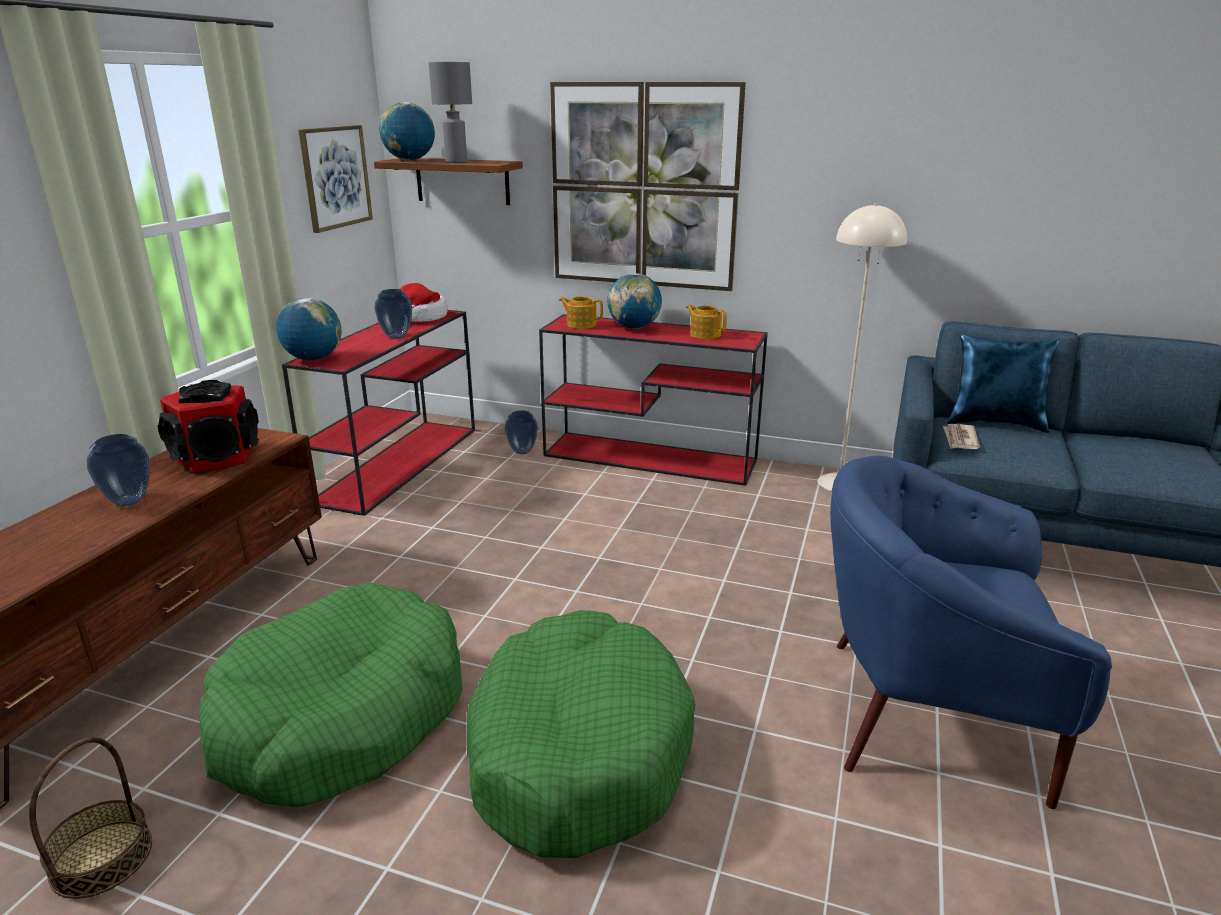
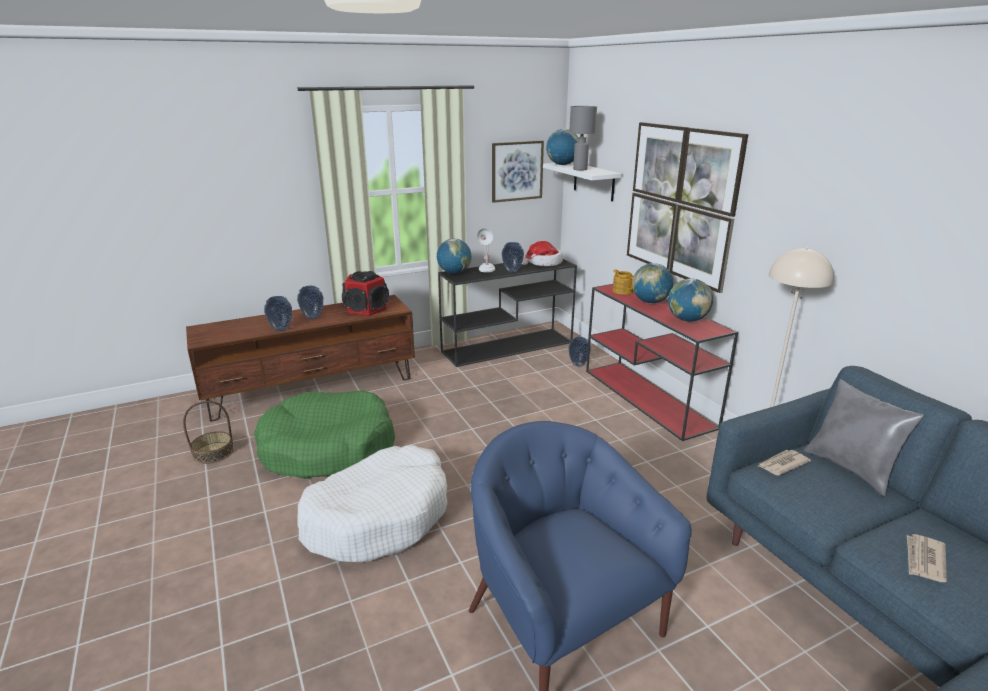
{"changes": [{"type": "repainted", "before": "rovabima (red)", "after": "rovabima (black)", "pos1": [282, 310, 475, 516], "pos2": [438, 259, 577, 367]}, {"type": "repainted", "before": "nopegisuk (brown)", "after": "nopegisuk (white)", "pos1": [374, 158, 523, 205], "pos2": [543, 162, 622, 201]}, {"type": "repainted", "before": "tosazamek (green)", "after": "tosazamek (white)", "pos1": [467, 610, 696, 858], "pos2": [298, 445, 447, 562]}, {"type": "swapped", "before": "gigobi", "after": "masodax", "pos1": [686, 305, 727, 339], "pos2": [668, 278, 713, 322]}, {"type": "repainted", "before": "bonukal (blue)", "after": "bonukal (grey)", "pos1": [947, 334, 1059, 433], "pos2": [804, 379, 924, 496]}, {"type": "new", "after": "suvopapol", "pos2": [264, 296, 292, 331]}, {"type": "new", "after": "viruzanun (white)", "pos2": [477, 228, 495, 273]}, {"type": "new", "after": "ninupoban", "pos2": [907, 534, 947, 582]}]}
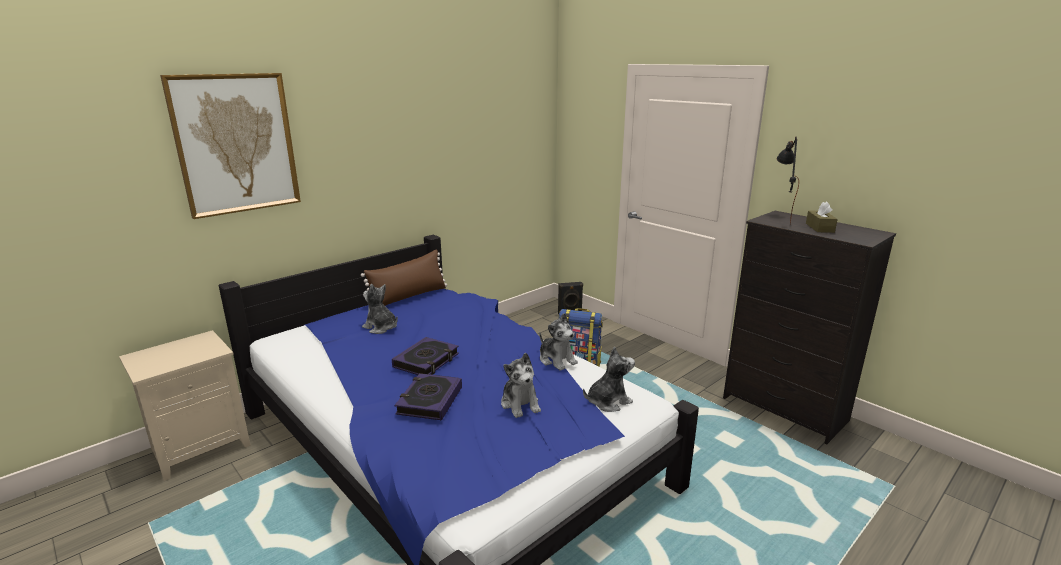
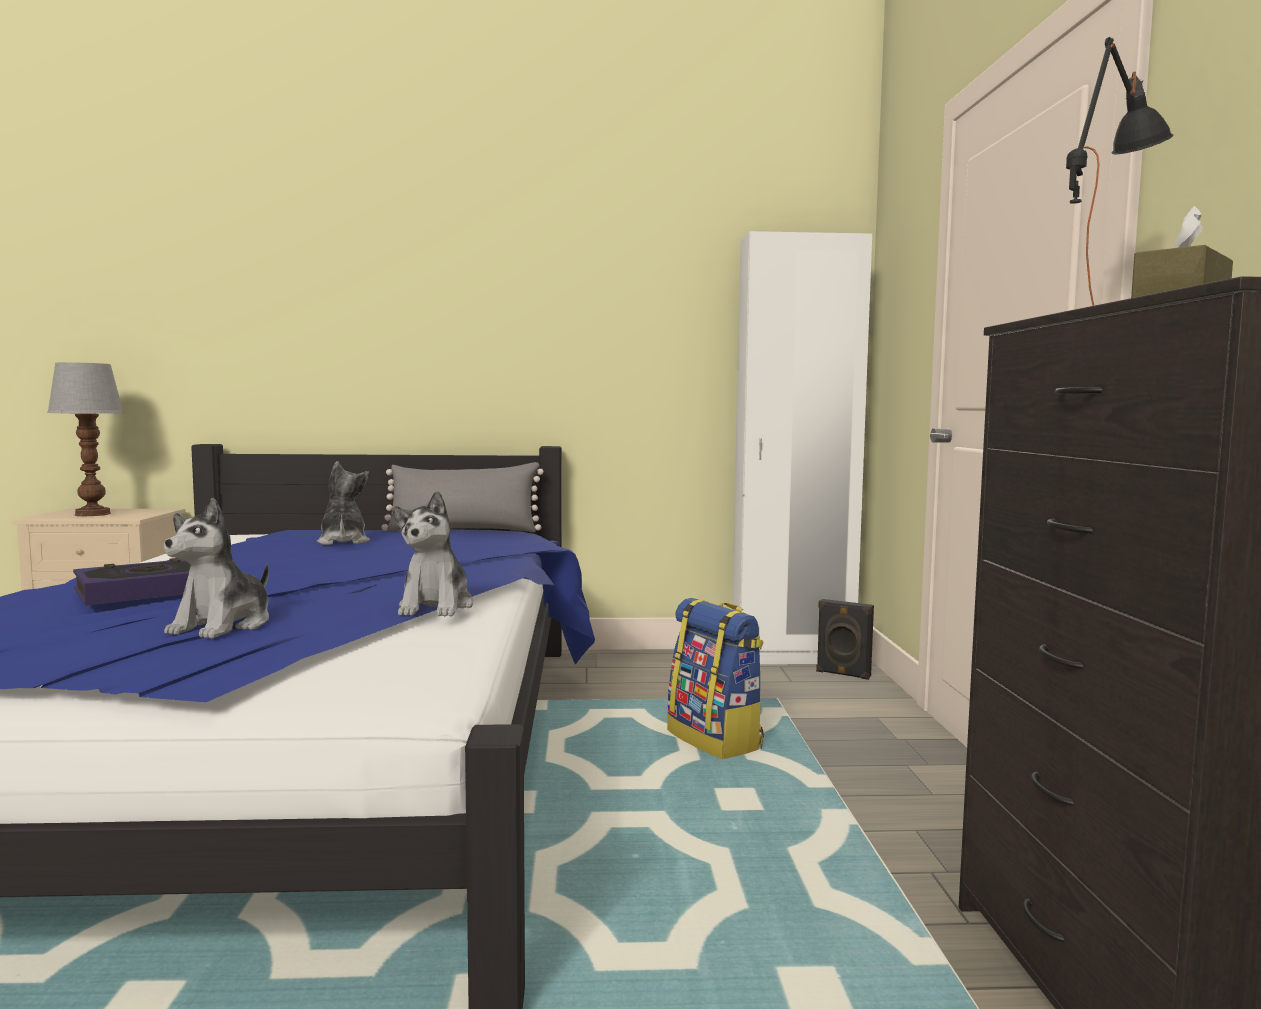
{"changes": [{"type": "gone", "before": "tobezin", "pos1": [160, 73, 301, 219]}, {"type": "repainted", "before": "bonukal (brown)", "after": "bonukal (grey)", "pos1": [361, 250, 447, 306], "pos2": [381, 462, 544, 532]}, {"type": "gone", "before": "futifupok", "pos1": [392, 337, 459, 375]}, {"type": "gone", "before": "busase", "pos1": [583, 346, 635, 412]}, {"type": "new", "after": "viruzanun", "pos2": [47, 362, 124, 516]}, {"type": "new", "after": "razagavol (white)", "pos2": [732, 231, 872, 664]}]}
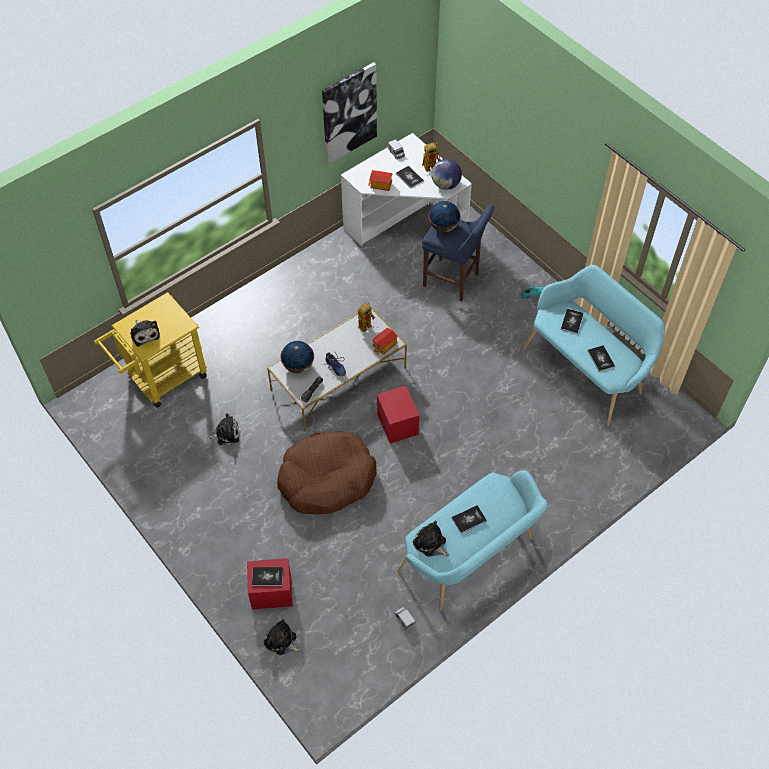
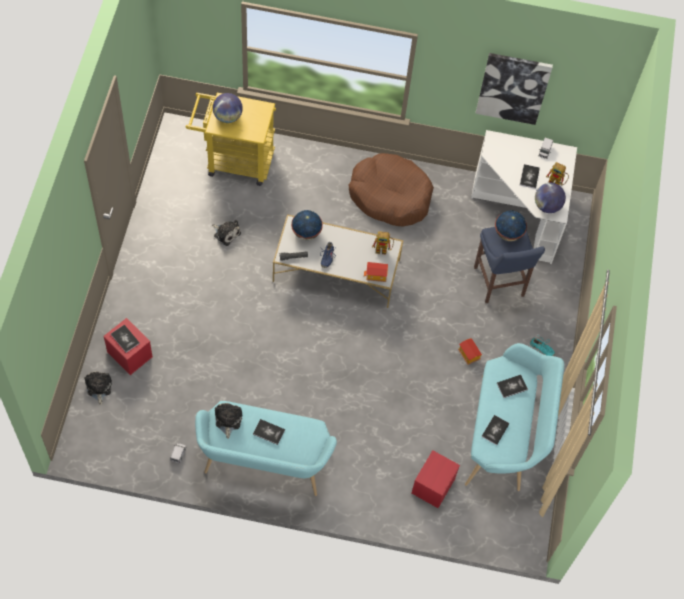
{"changes": [{"type": "swapped", "before": "busase", "after": "masodax", "pos1": [130, 320, 160, 347], "pos2": [213, 93, 243, 123]}, {"type": "shifted", "before": "tosazamek (brown)", "pos1": [277, 432, 377, 514], "pos2": [349, 153, 434, 226]}, {"type": "shifted", "before": "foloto", "pos1": [368, 170, 393, 191], "pos2": [458, 338, 482, 365]}, {"type": "shifted", "before": "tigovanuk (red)", "pos1": [377, 386, 420, 444], "pos2": [412, 450, 460, 508]}]}
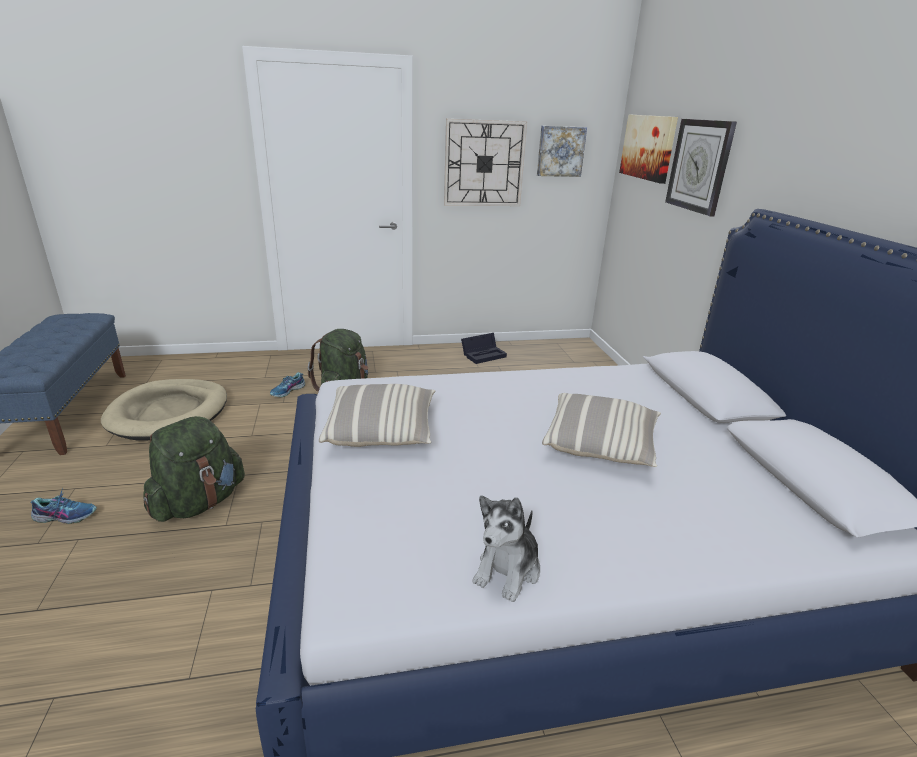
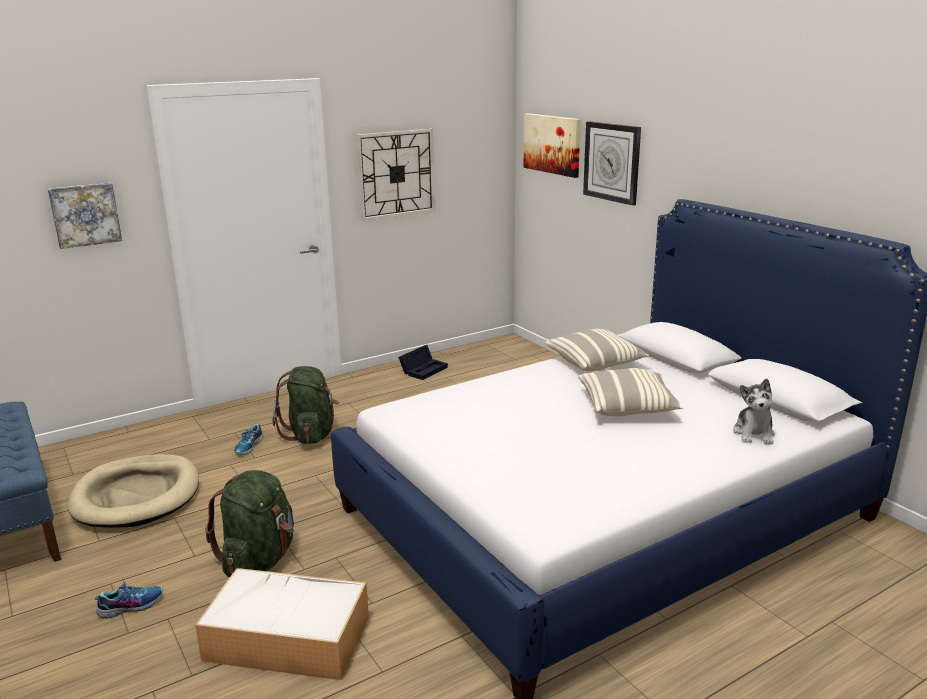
{"changes": [{"type": "shifted", "before": "bonukal", "pos1": [319, 384, 435, 447], "pos2": [545, 329, 649, 371]}, {"type": "shifted", "before": "busase", "pos1": [472, 495, 540, 602], "pos2": [733, 378, 775, 444]}, {"type": "shifted", "before": "tobezin", "pos1": [537, 126, 587, 177], "pos2": [48, 183, 122, 249]}, {"type": "new", "after": "tigovanuk", "pos2": [195, 568, 369, 680]}]}
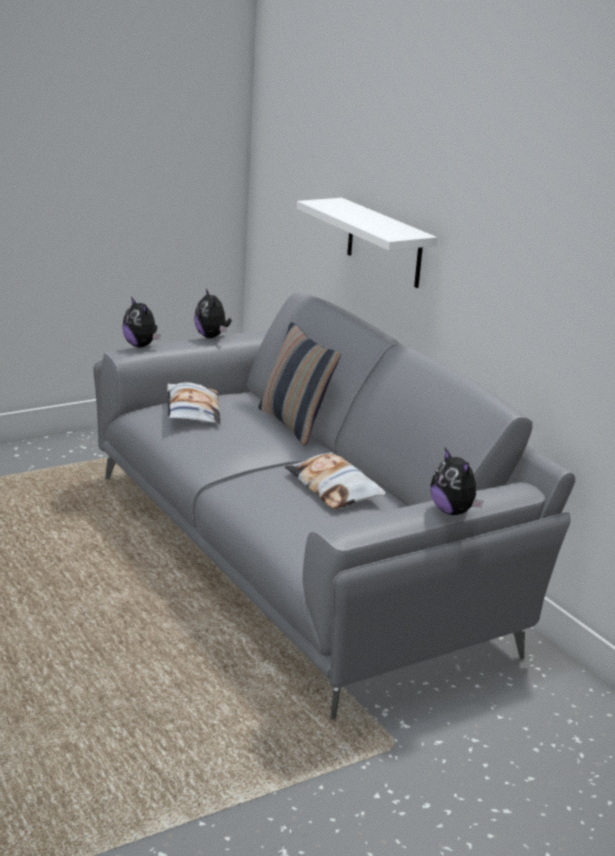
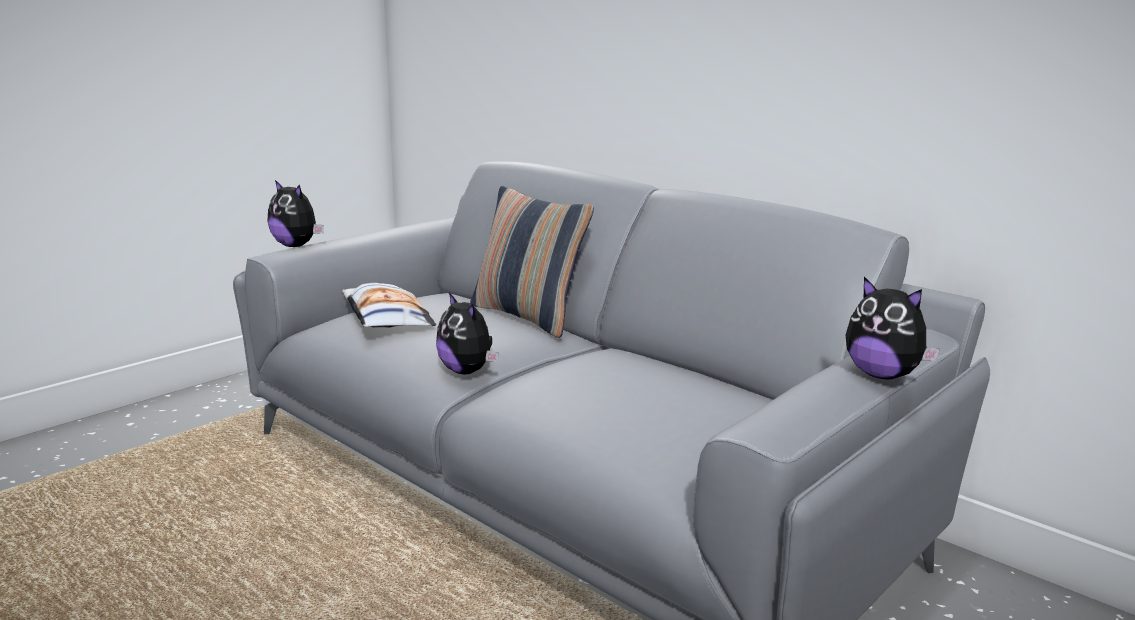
{"changes": [{"type": "shifted", "before": "busase", "pos1": [194, 289, 232, 338], "pos2": [436, 292, 498, 374]}, {"type": "gone", "before": "bonukal", "pos1": [285, 452, 386, 509]}, {"type": "gone", "before": "nopegisuk (white)", "pos1": [297, 198, 437, 288]}]}
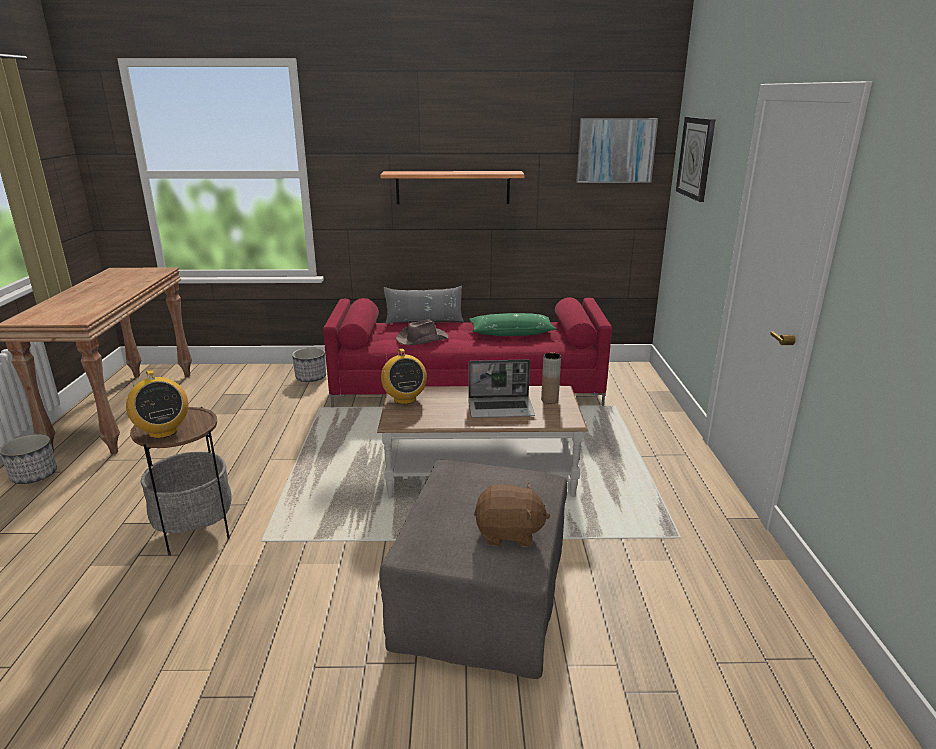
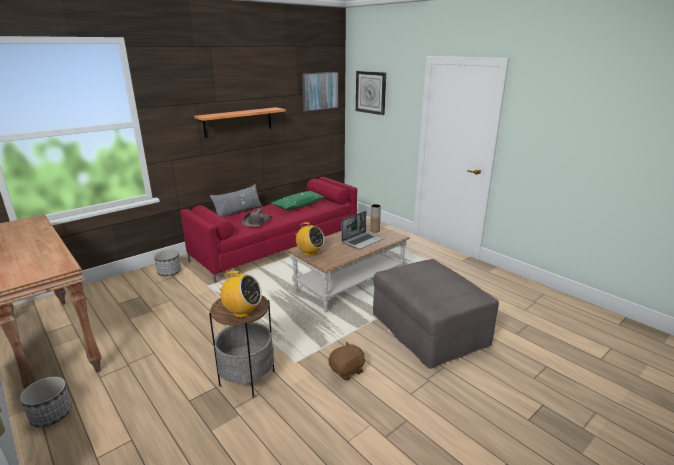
{"changes": [{"type": "shifted", "before": "busase (brown)", "pos1": [474, 483, 550, 547], "pos2": [328, 342, 365, 381]}]}
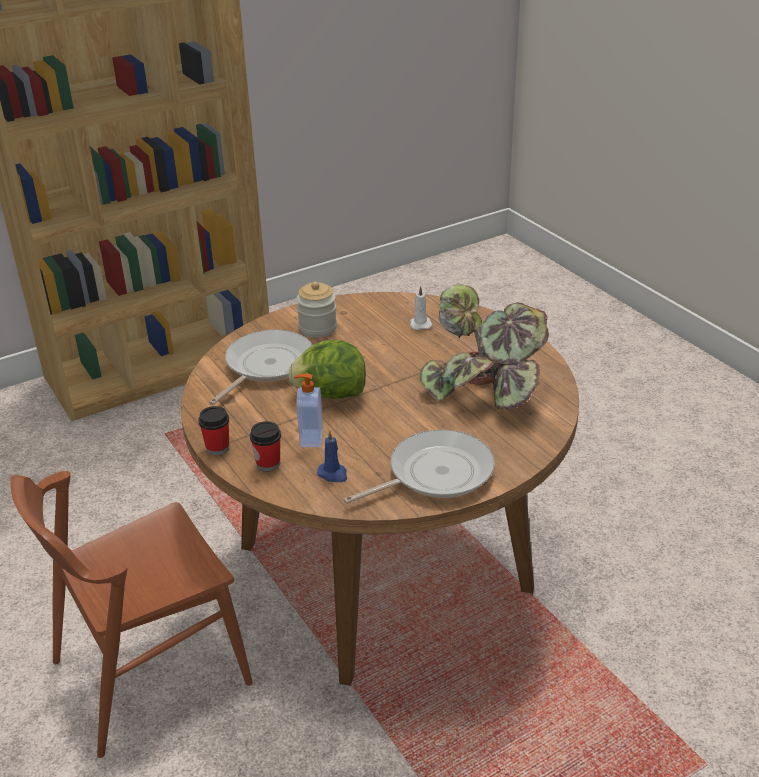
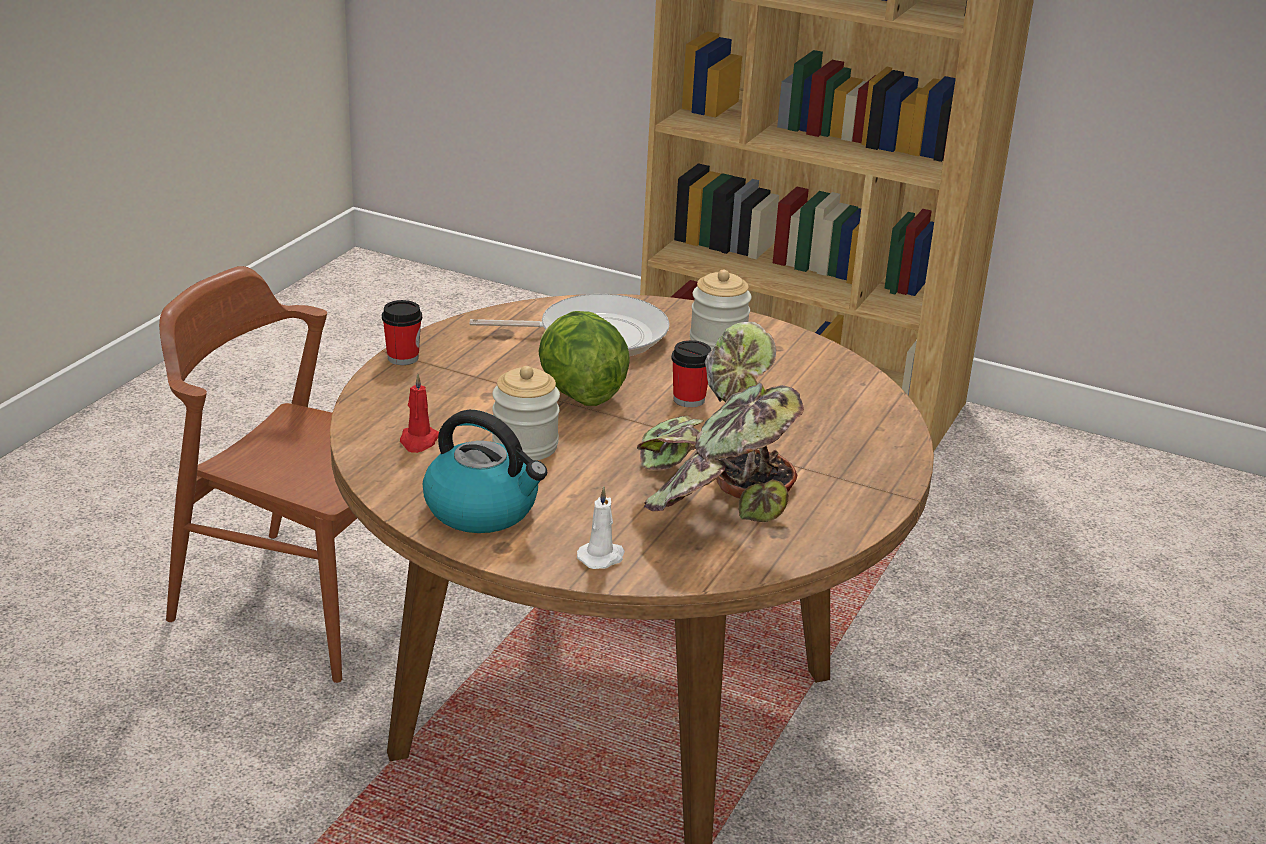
{"changes": [{"type": "shifted", "before": "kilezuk", "pos1": [250, 421, 281, 471], "pos2": [671, 340, 711, 408]}, {"type": "gone", "before": "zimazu", "pos1": [294, 374, 323, 447]}, {"type": "repainted", "before": "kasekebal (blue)", "after": "kasekebal (red)", "pos1": [317, 431, 347, 482], "pos2": [400, 374, 439, 453]}, {"type": "swapped", "before": "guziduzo", "after": "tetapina", "pos1": [343, 430, 495, 504], "pos2": [423, 410, 547, 533]}, {"type": "shifted", "before": "kasekebal (white)", "pos1": [410, 286, 432, 330], "pos2": [577, 487, 625, 569]}, {"type": "new", "after": "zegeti", "pos2": [492, 366, 560, 460]}]}
